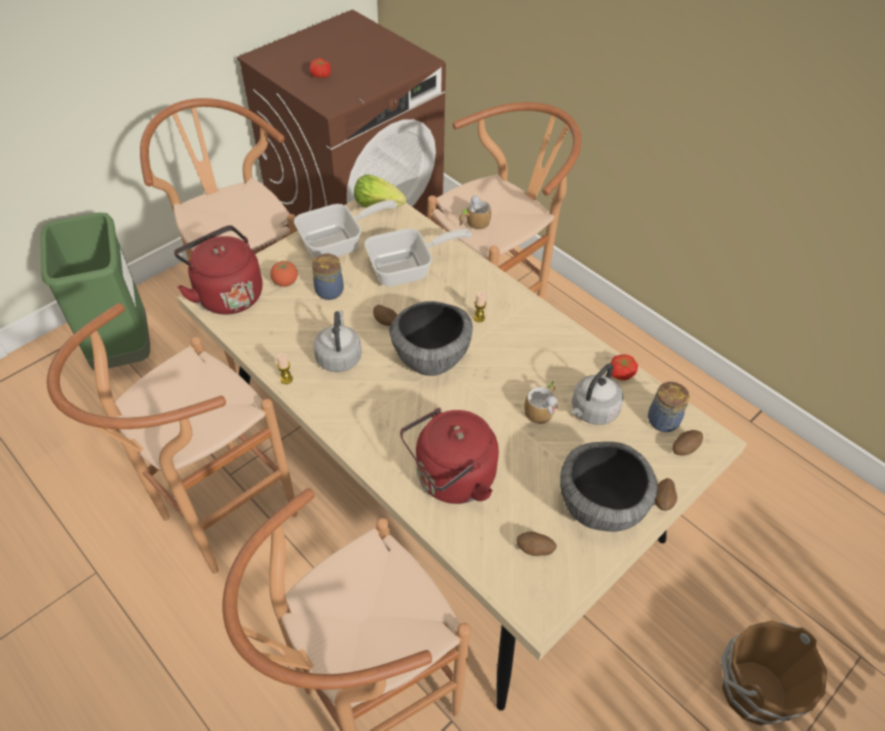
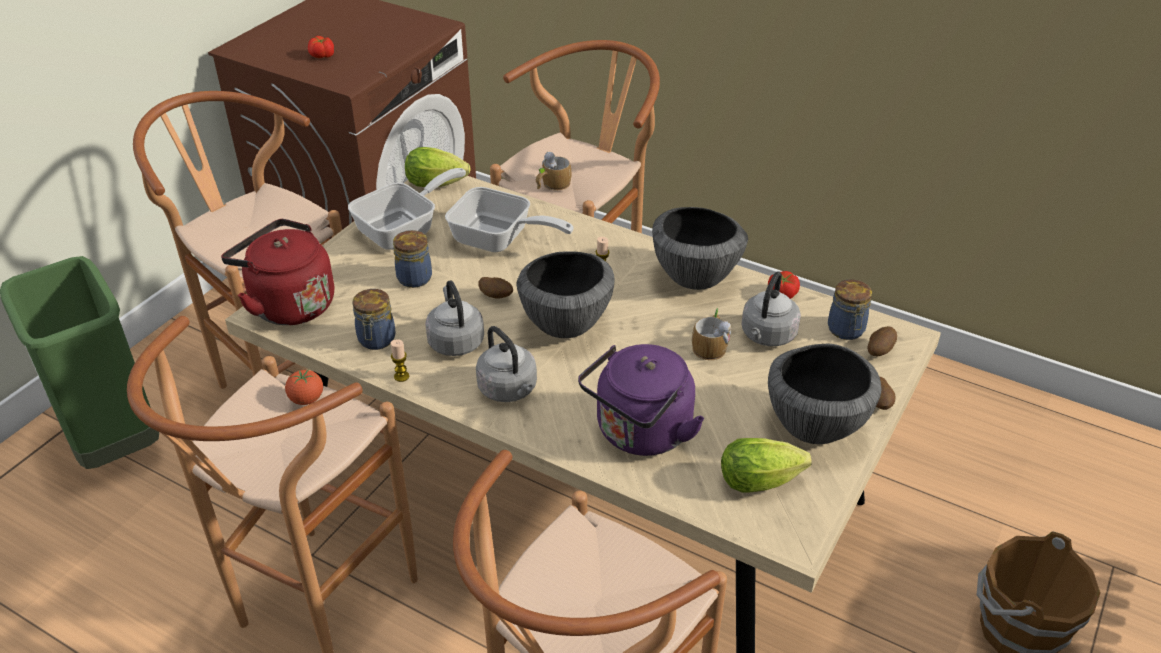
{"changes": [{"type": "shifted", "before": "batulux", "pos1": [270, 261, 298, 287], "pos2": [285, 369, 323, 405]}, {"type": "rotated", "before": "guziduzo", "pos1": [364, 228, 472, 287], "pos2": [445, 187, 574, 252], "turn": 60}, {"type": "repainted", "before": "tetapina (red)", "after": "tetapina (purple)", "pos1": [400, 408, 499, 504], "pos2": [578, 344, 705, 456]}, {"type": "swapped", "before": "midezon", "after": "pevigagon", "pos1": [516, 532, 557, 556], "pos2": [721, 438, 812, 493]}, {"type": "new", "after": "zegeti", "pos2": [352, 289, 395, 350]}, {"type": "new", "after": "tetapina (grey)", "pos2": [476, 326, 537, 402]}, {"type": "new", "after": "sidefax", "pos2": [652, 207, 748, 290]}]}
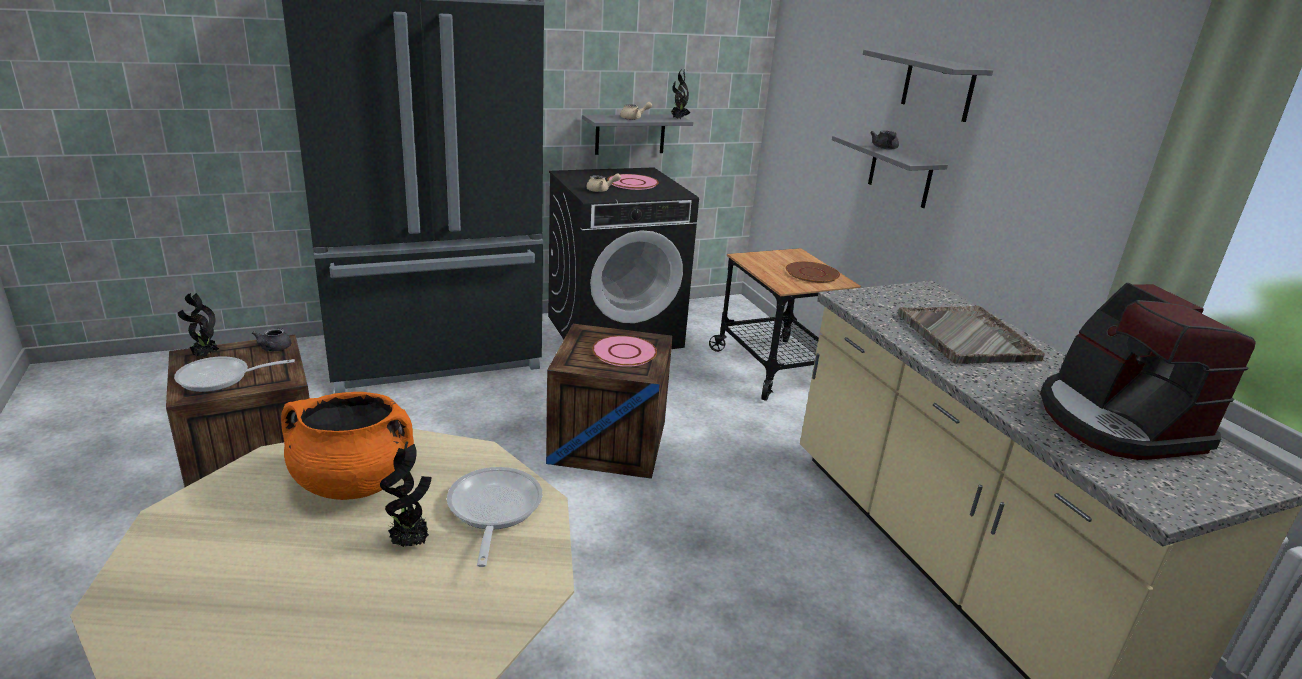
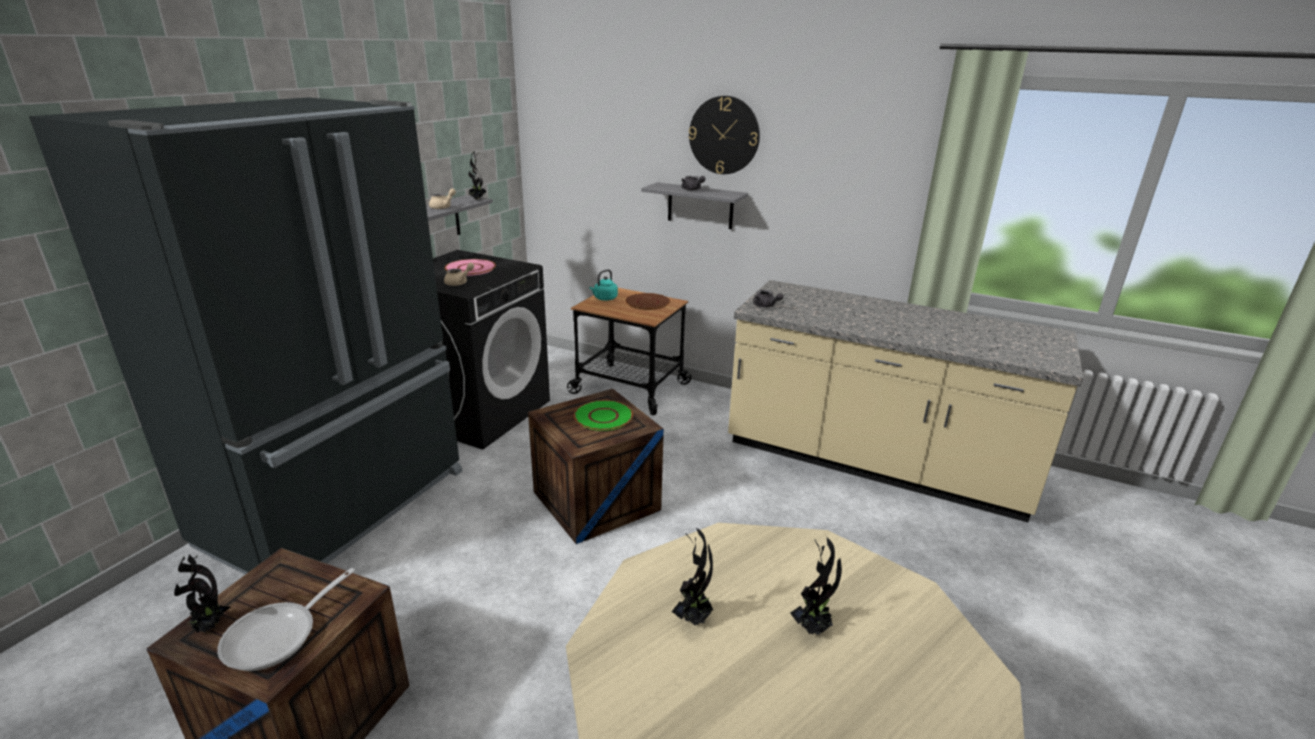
{"changes": [{"type": "shifted", "before": "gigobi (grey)", "pos1": [252, 328, 291, 351], "pos2": [753, 290, 784, 307]}, {"type": "swapped", "before": "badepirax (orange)", "after": "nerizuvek", "pos1": [281, 392, 414, 500], "pos2": [672, 528, 714, 625]}, {"type": "gone", "before": "guziduzo", "pos1": [447, 467, 543, 567]}, {"type": "repainted", "before": "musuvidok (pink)", "after": "musuvidok (green)", "pos1": [592, 336, 657, 367], "pos2": [574, 400, 633, 431]}, {"type": "swapped", "before": "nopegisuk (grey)", "after": "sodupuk", "pos1": [863, 50, 994, 122], "pos2": [689, 96, 760, 174]}, {"type": "gone", "before": "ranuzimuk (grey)", "pos1": [898, 306, 1045, 364]}, {"type": "gone", "before": "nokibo", "pos1": [1040, 283, 1256, 460]}, {"type": "new", "after": "tetapina (turquoise)", "pos2": [590, 269, 618, 301]}]}
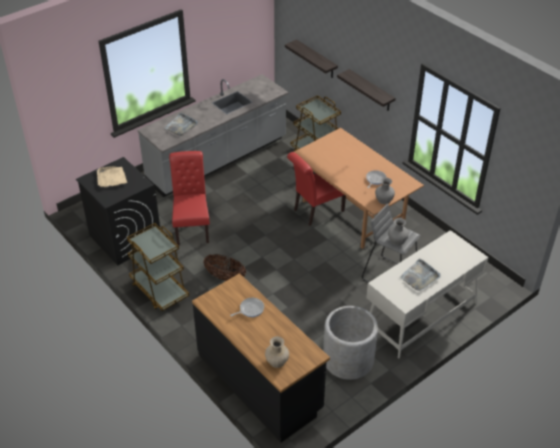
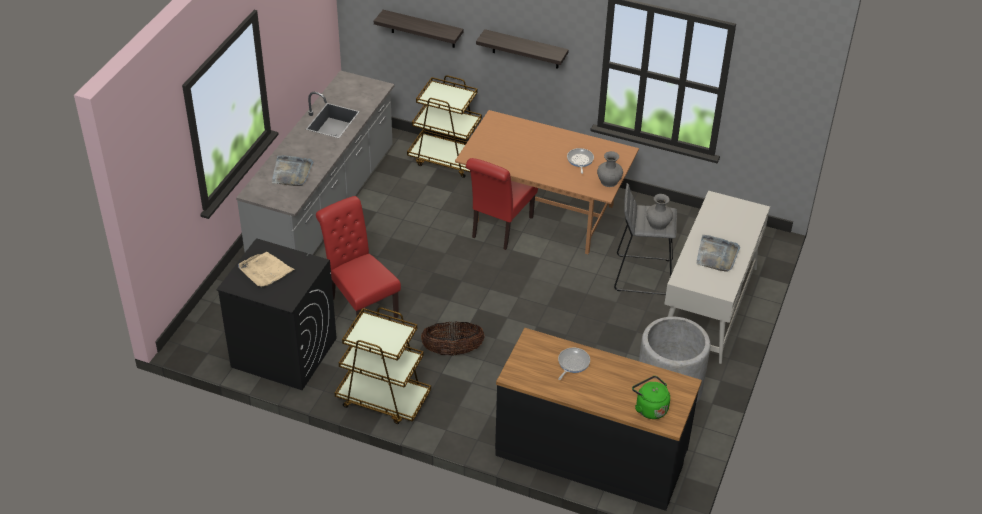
{"changes": [{"type": "swapped", "before": "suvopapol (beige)", "after": "tetapina (green)", "pos1": [265, 336, 289, 368], "pos2": [632, 376, 670, 419]}]}
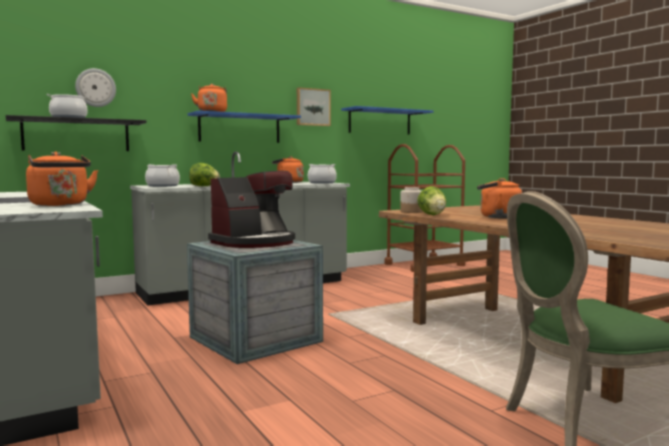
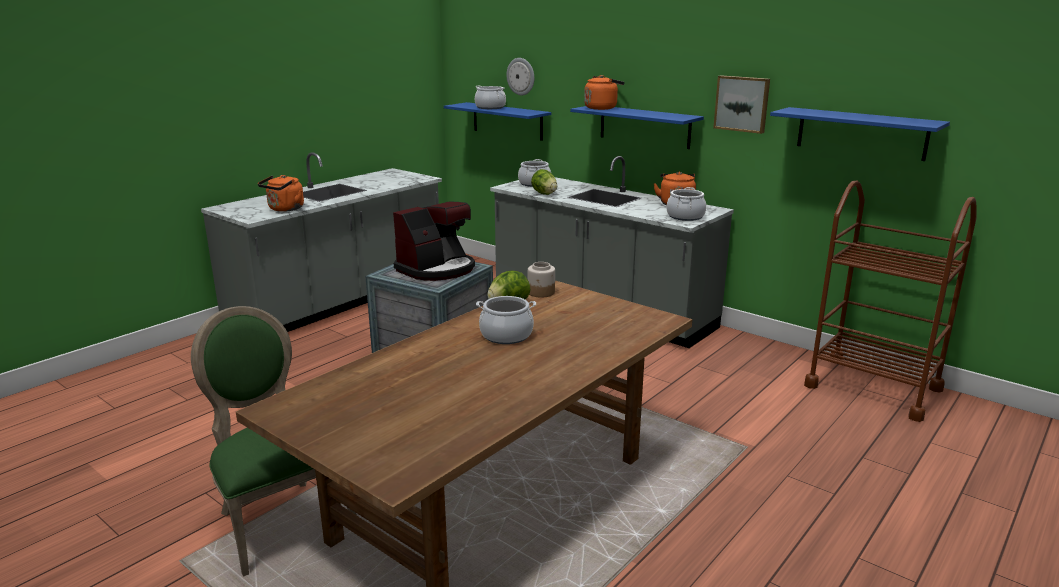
{"changes": [{"type": "repainted", "before": "nopegisuk (black)", "after": "nopegisuk (blue)", "pos1": [6, 115, 147, 151], "pos2": [444, 102, 551, 141]}, {"type": "rotated", "before": "nokibo", "pos1": [208, 171, 295, 248], "pos2": [393, 201, 475, 281], "turn": -75}, {"type": "swapped", "before": "tetapina (orange)", "after": "badepirax", "pos1": [477, 178, 522, 219], "pos2": [476, 296, 536, 344]}]}
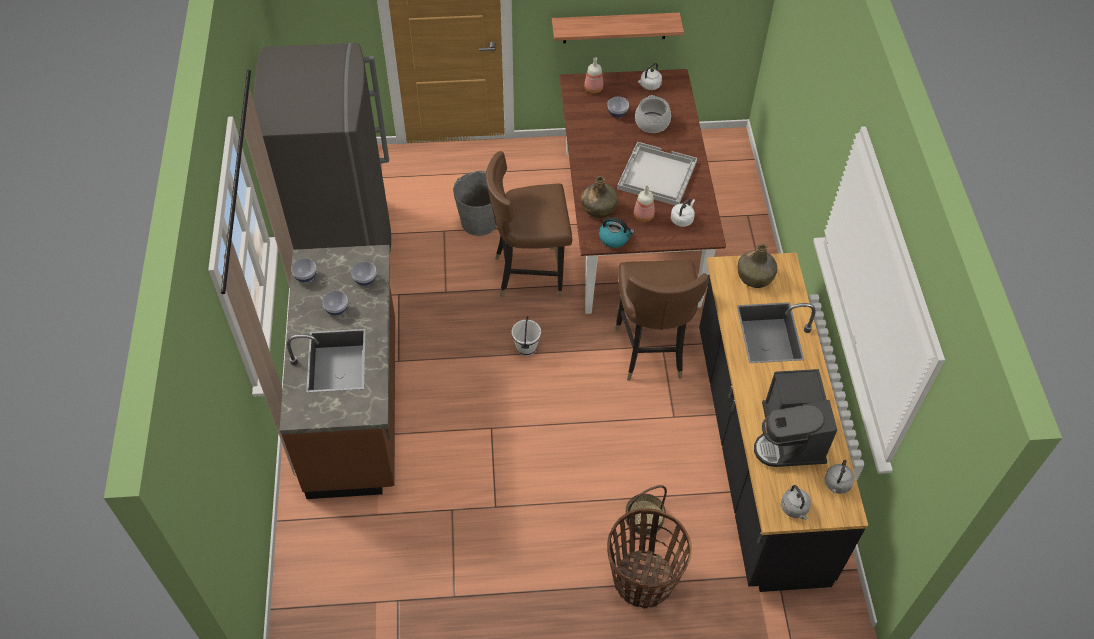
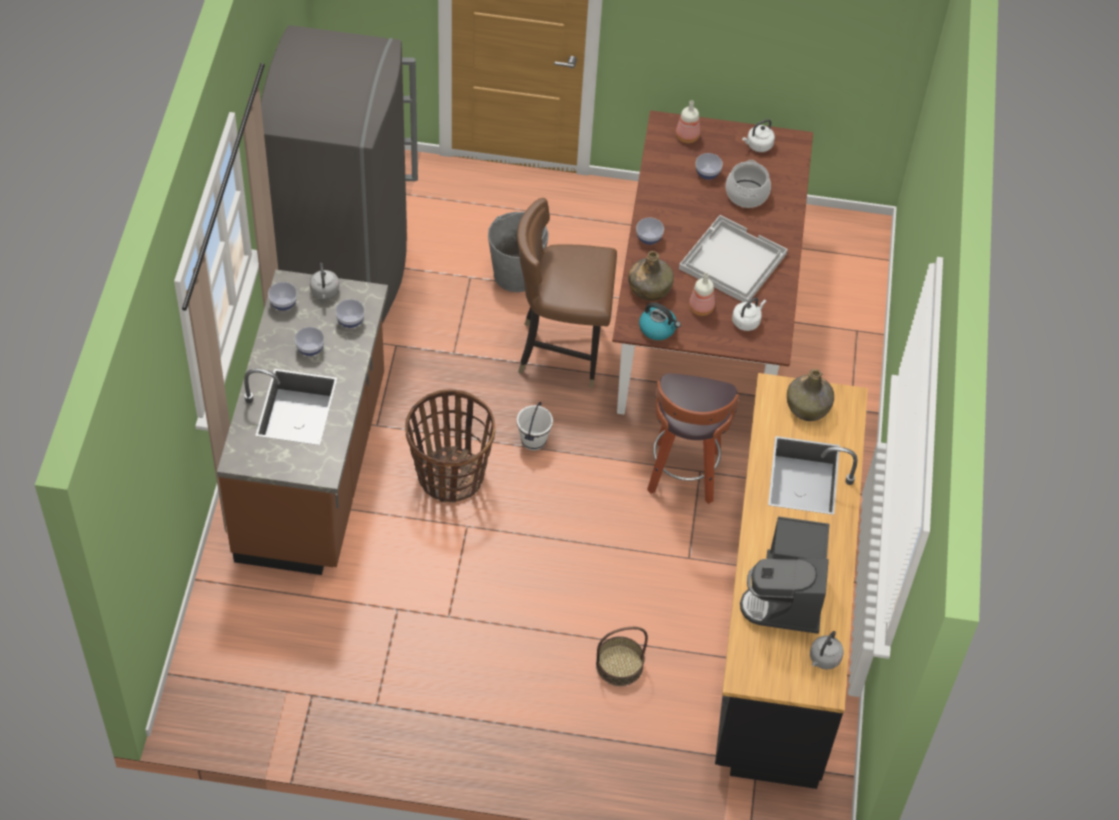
{"changes": [{"type": "gone", "before": "nopegisuk", "pos1": [552, 13, 684, 43]}, {"type": "shifted", "before": "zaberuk", "pos1": [607, 508, 692, 609], "pos2": [405, 389, 495, 503]}, {"type": "swapped", "before": "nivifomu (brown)", "after": "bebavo", "pos1": [615, 260, 709, 381], "pos2": [647, 374, 739, 504]}, {"type": "shifted", "before": "tetapina (grey)", "pos1": [781, 485, 811, 520], "pos2": [310, 263, 339, 299]}, {"type": "new", "after": "sidefax", "pos2": [636, 218, 664, 245]}]}
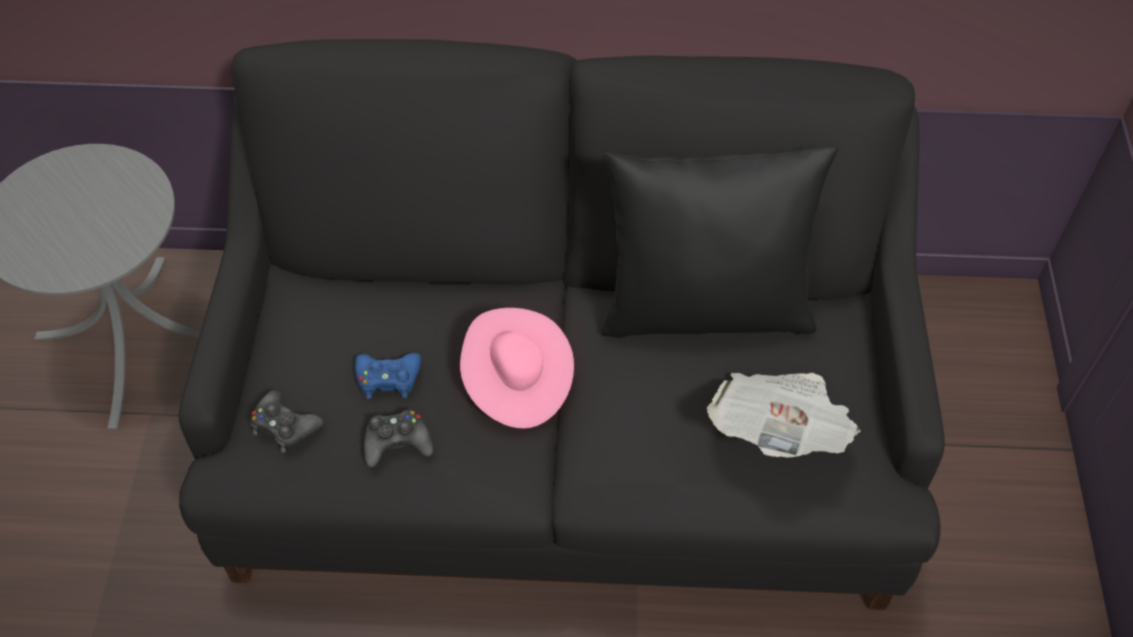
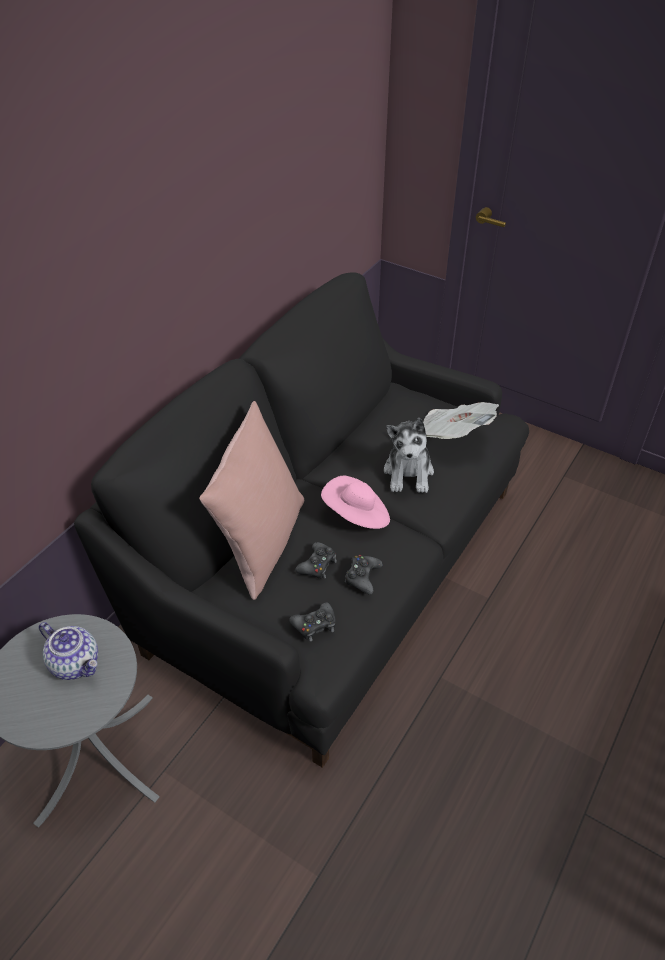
{"changes": [{"type": "repainted", "before": "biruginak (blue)", "after": "biruginak (black)", "pos1": [355, 353, 421, 399], "pos2": [295, 542, 337, 579]}, {"type": "gone", "before": "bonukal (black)", "pos1": [602, 145, 838, 338]}, {"type": "new", "after": "gigobi", "pos2": [39, 622, 98, 680]}, {"type": "new", "after": "bonukal (pink)", "pos2": [199, 401, 304, 600]}, {"type": "new", "after": "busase", "pos2": [384, 418, 434, 493]}]}
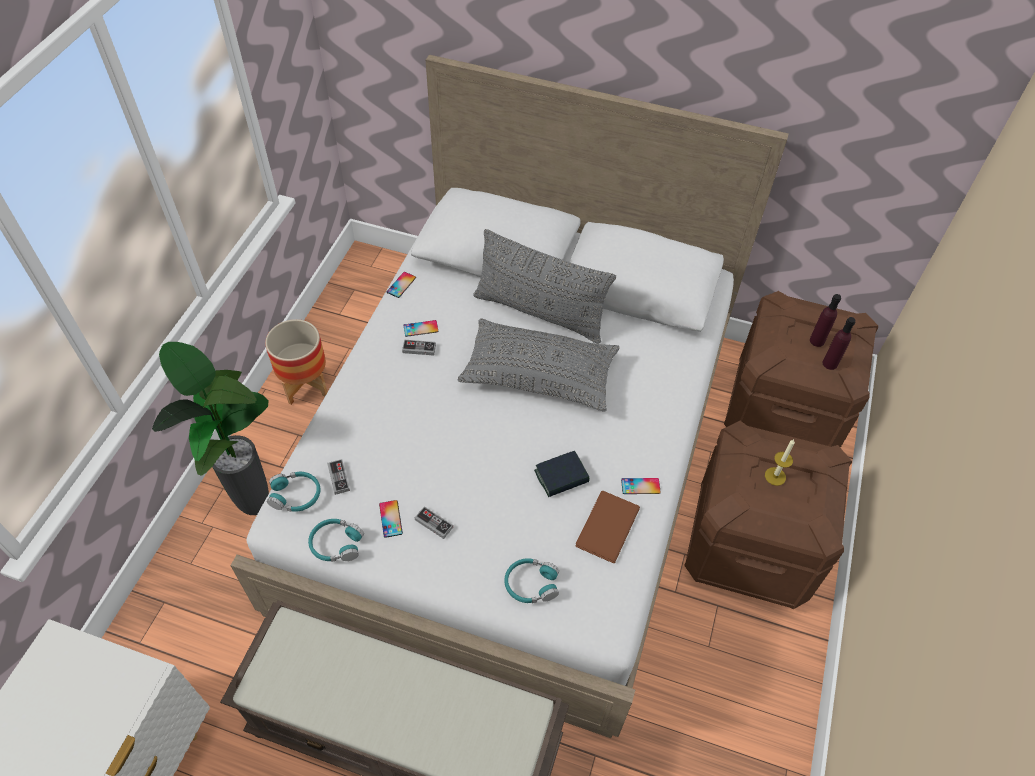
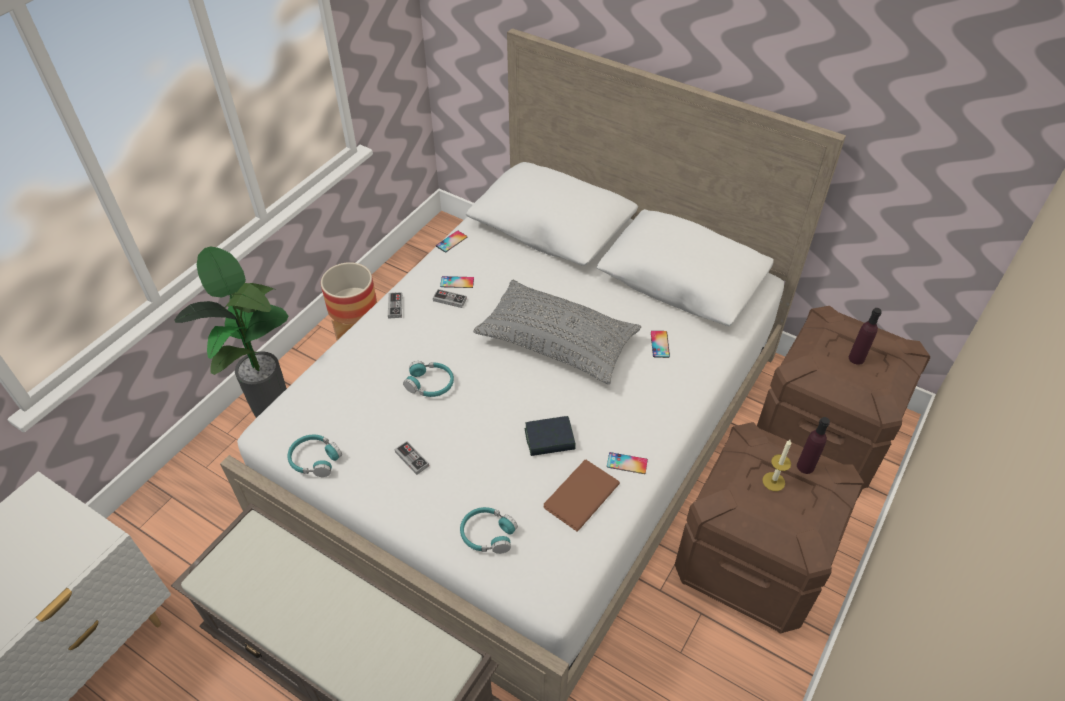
{"changes": [{"type": "shifted", "before": "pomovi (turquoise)", "pos1": [267, 472, 320, 512], "pos2": [403, 361, 454, 397]}, {"type": "shifted", "before": "biruginak", "pos1": [327, 459, 350, 495], "pos2": [388, 292, 402, 319]}, {"type": "shifted", "before": "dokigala", "pos1": [379, 500, 403, 538], "pos2": [651, 331, 670, 358]}, {"type": "gone", "before": "bonukal (grey)", "pos1": [473, 229, 616, 344]}, {"type": "shifted", "before": "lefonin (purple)", "pos1": [822, 317, 856, 370], "pos2": [797, 417, 830, 474]}]}
